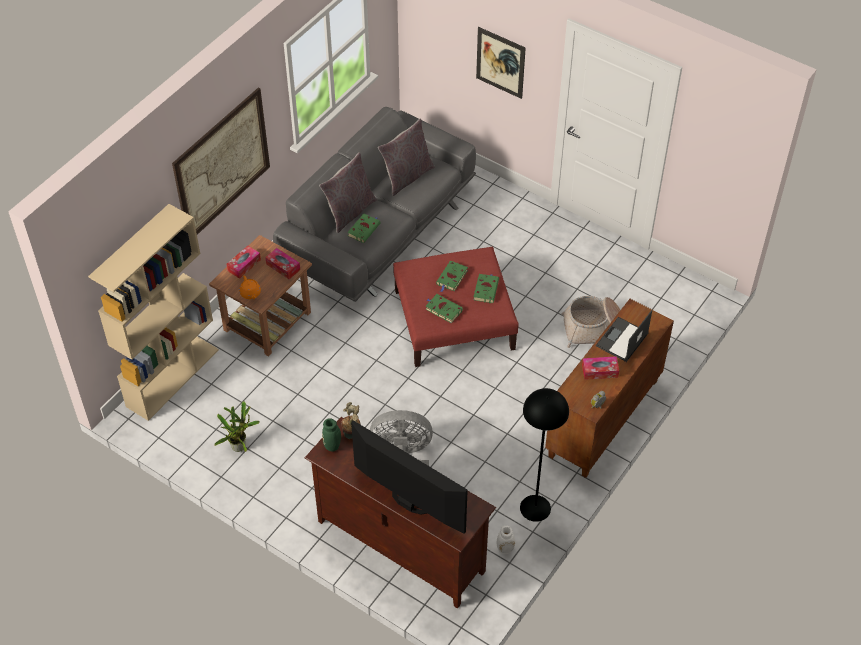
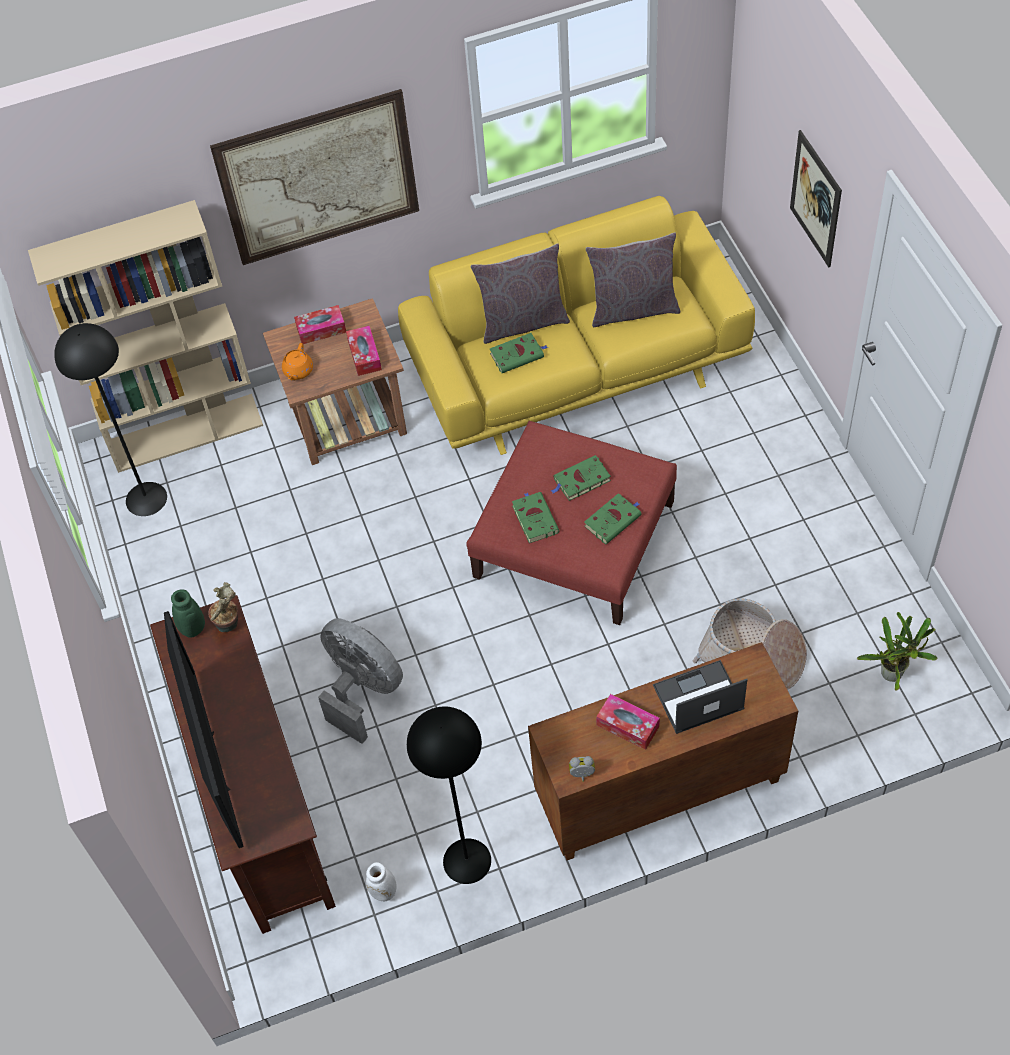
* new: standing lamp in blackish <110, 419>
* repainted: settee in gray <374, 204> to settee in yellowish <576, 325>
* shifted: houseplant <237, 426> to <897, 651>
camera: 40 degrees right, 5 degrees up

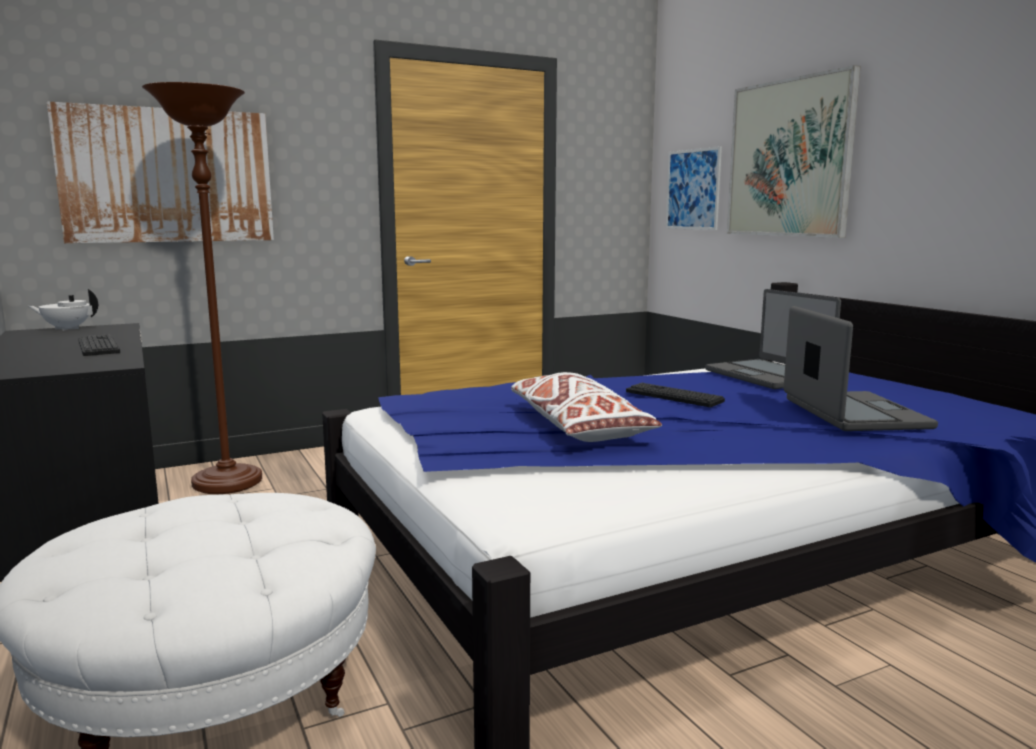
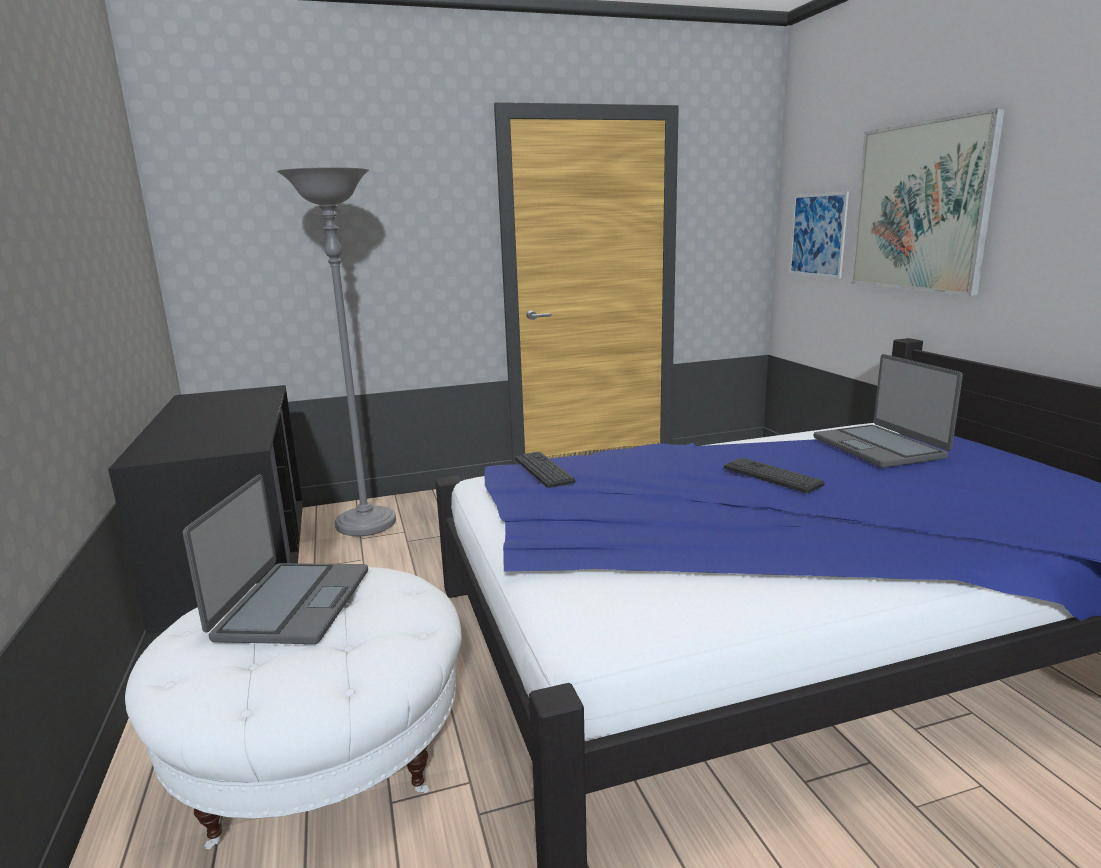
* shifted: portable computer <861, 368> to <275, 559>
* repainted: standing lamp in brown <202, 288> to standing lamp in gray <336, 351>
* shifted: keyboard <99, 345> to <545, 469>
* gone: tea pot in white <63, 310>
* gone: wall art <160, 172>
* gone: pillow in white <586, 407>
camera: 10 degrees right, 5 degrees up

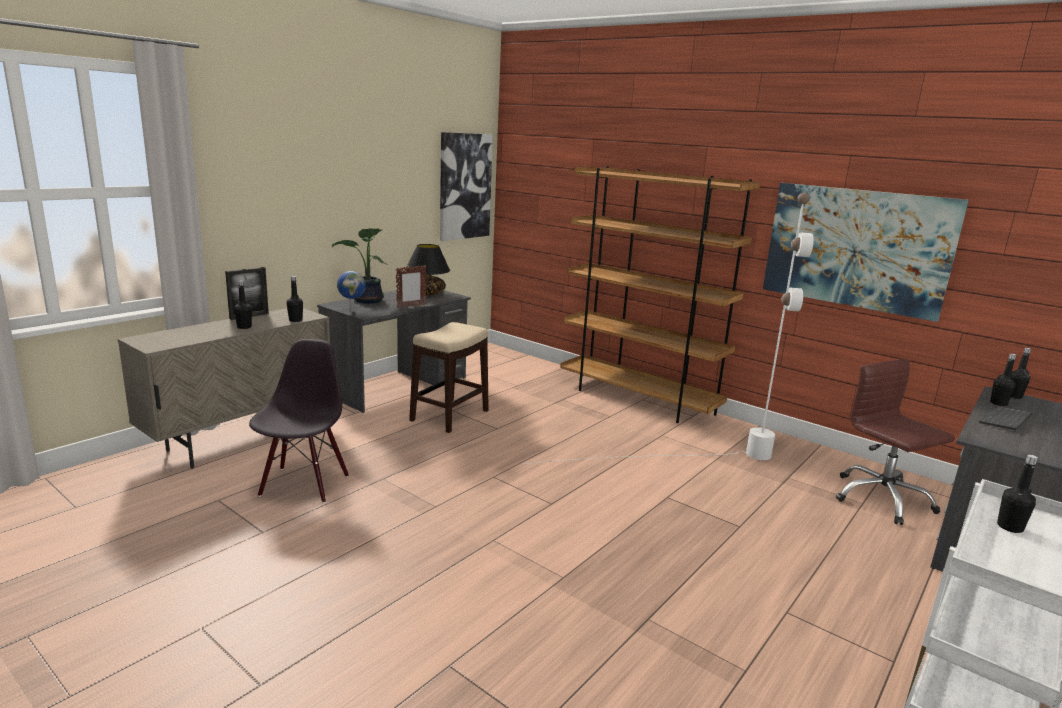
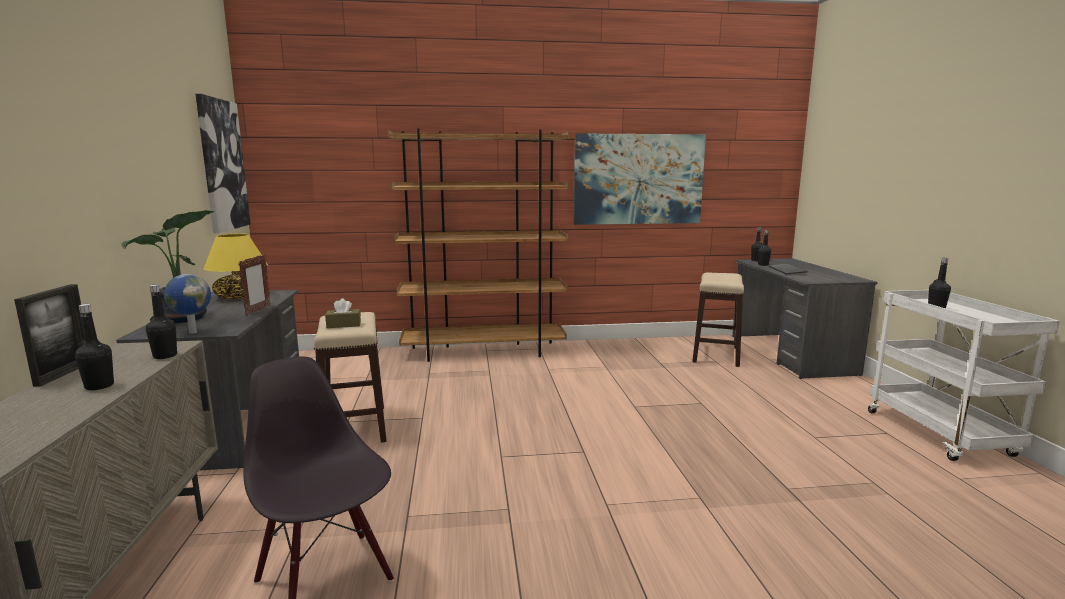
* repainted: table lamp in blackish <428, 269> to table lamp in yellowish <235, 266>
* new: tissue holder in brown <343, 313>
* swapped: office chair in brown <895, 442> to sitting stool <718, 320>
* gone: standing lamp in white <670, 328>
camera: 45 degrees left, 5 degrees down

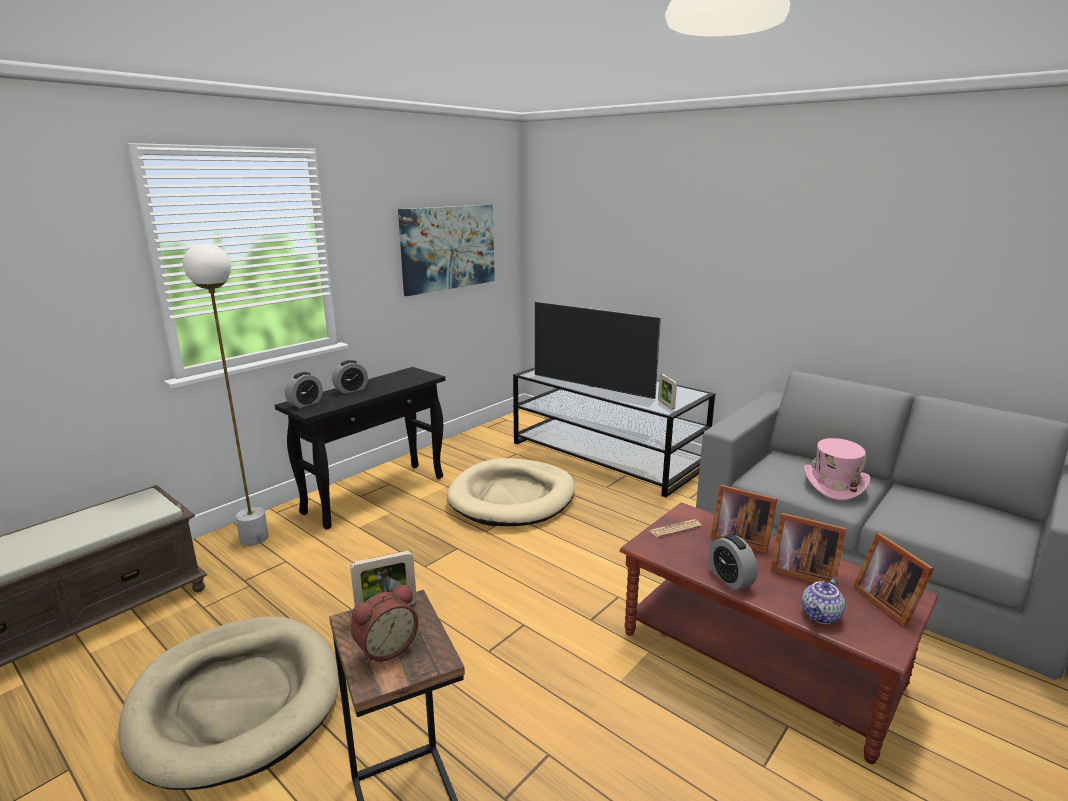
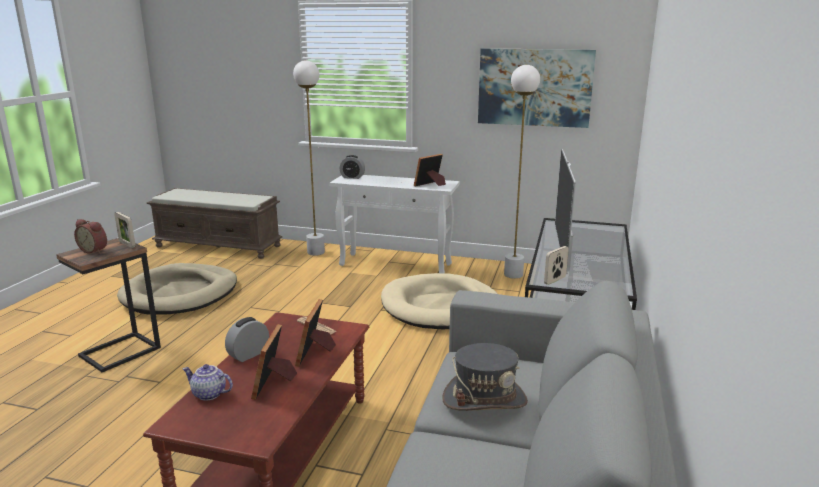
* repainted: console table in blackish <360, 448> to console table in white <394, 224>
* shifted: picture frame <893, 580> to <430, 170>
* repainted: clothing hat in pink-coloured <837, 469> to clothing hat in gray <485, 377>
* new: standing lamp in white <522, 172>
* gone: bedside clock <350, 377>
camera: 65 degrees right, 0 degrees up

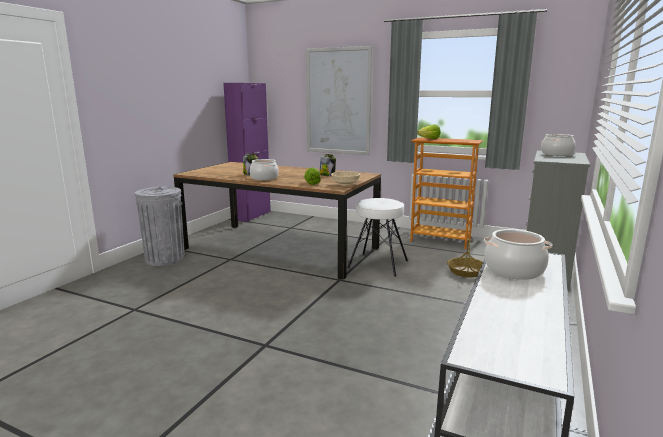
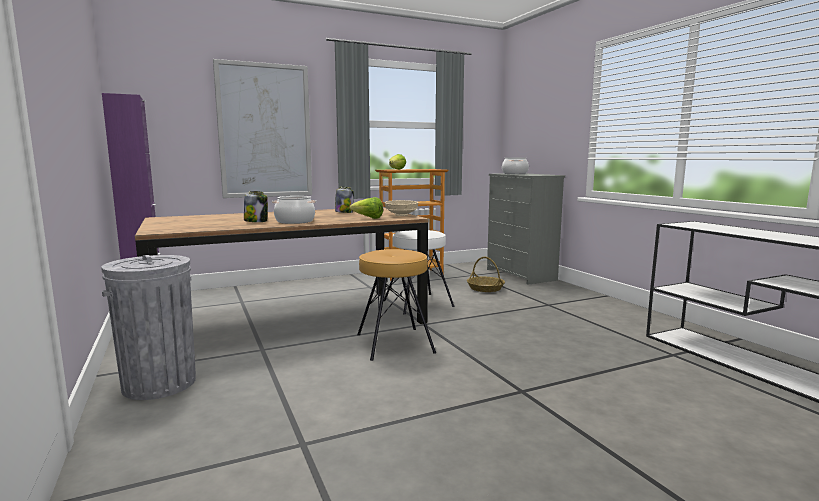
* new: sitting stool in brown <396, 305>
* gone: stockpot <518, 254>
camera: 50 degrees left, 5 degrees down

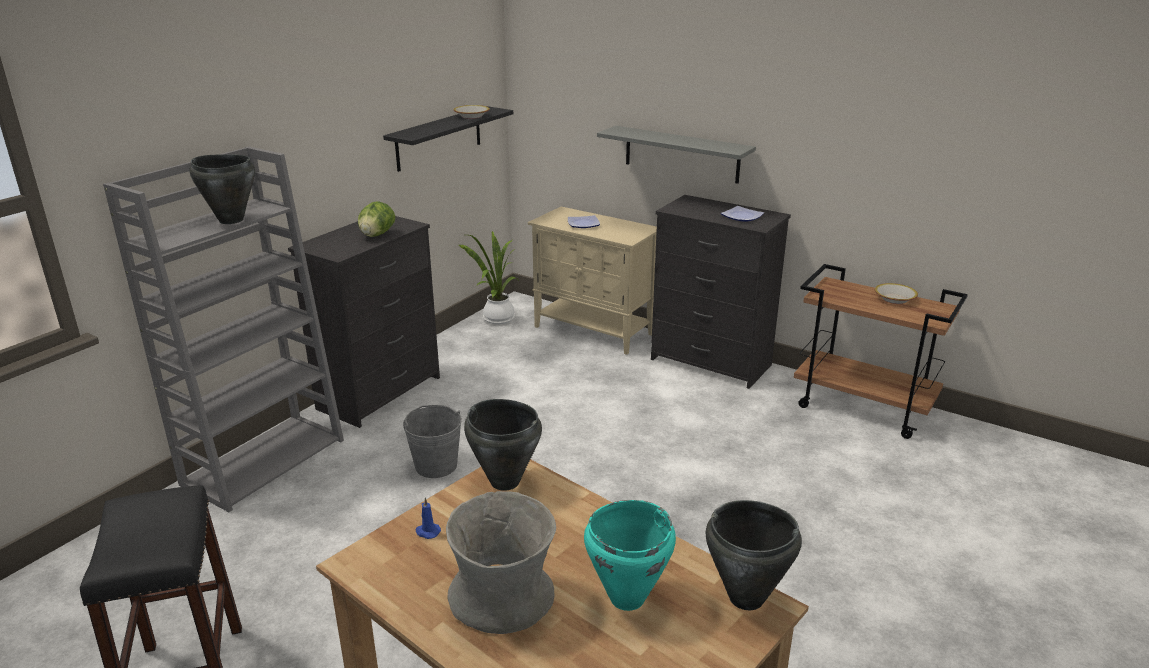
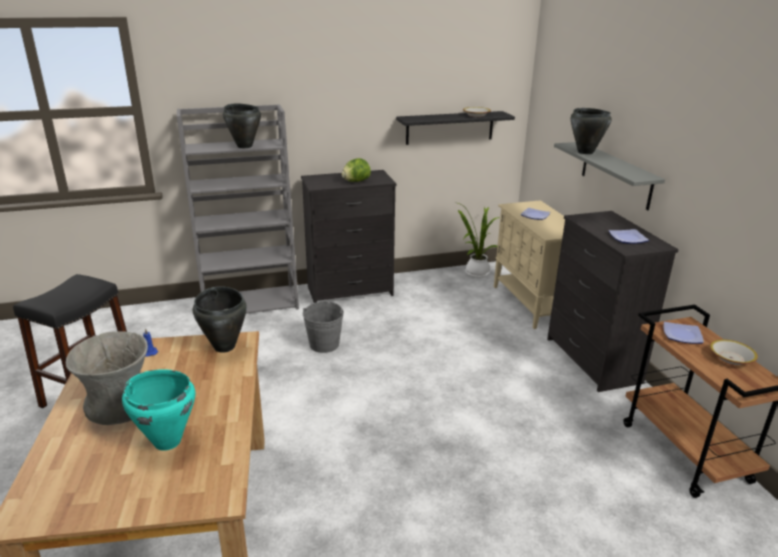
* shifted: stockpot in blackish <754, 555> to <591, 131>
* new: dinner plate <683, 333>
camera: 40 degrees right, 0 degrees up

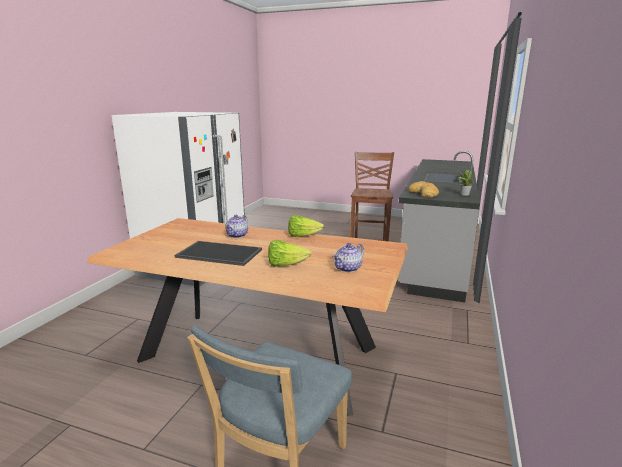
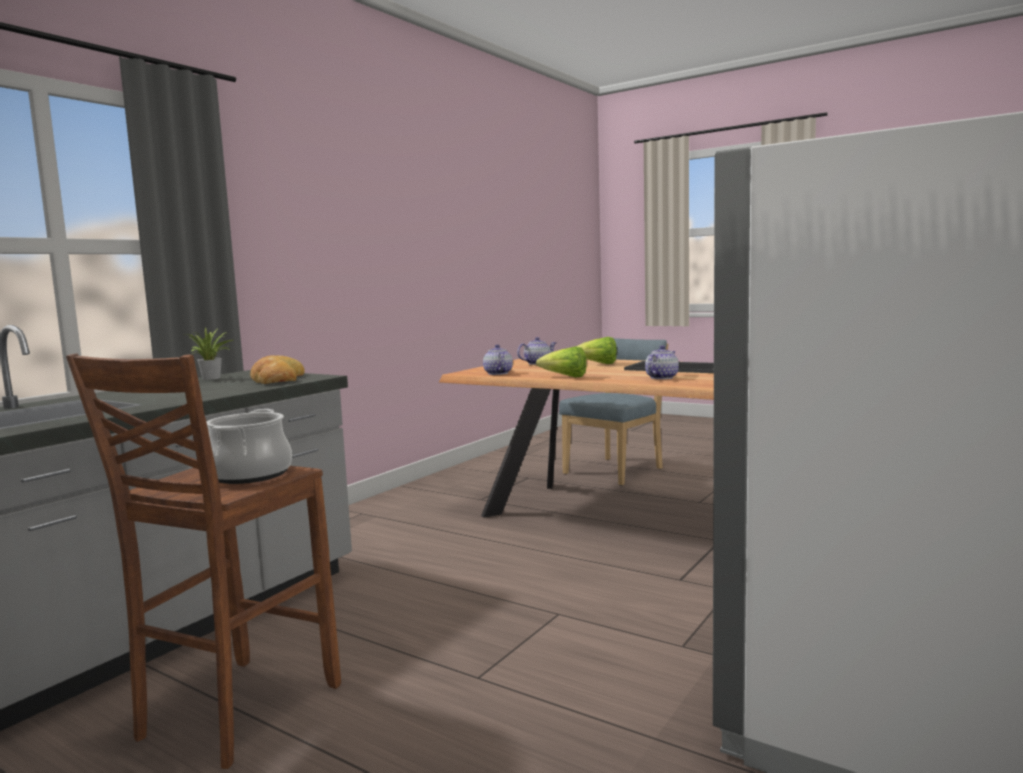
* new: stockpot <249, 446>
* new: tea pot <498, 359>
camera: 165 degrees left, 10 degrees down

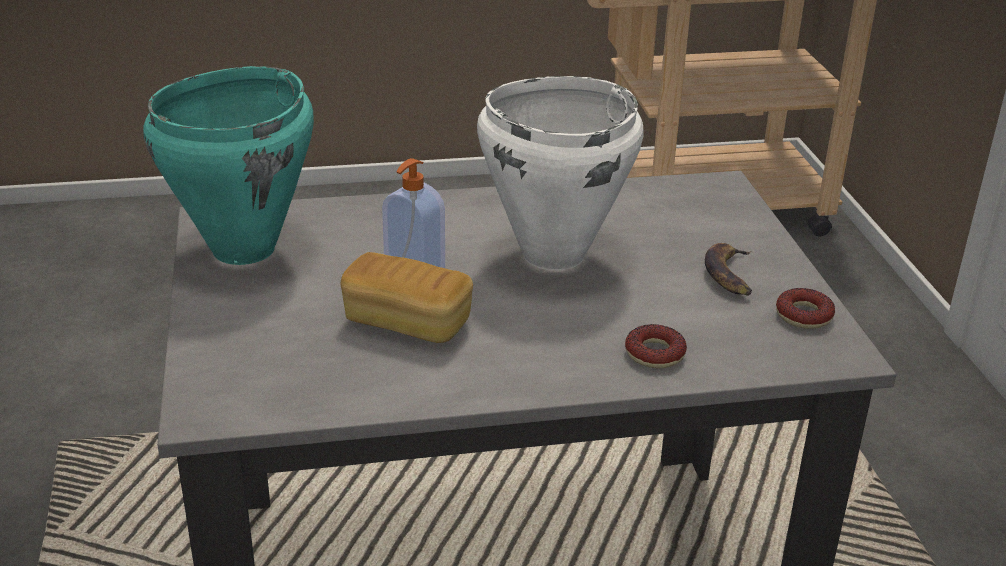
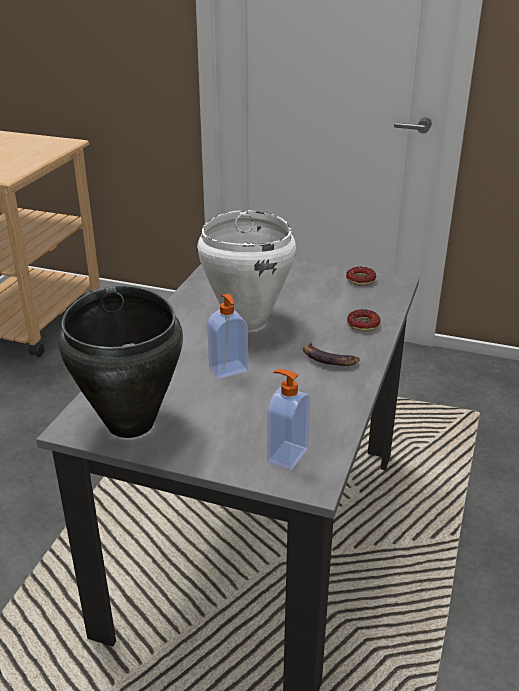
* repainted: stockpot in turquoise <228, 165> to stockpot in blackish <120, 362>
* new: liquid soap bottle <288, 419>
* shifted: banana fruit <728, 269> to <331, 354>
* gone: bakery bread <407, 297>
camera: 60 degrees left, 0 degrees up

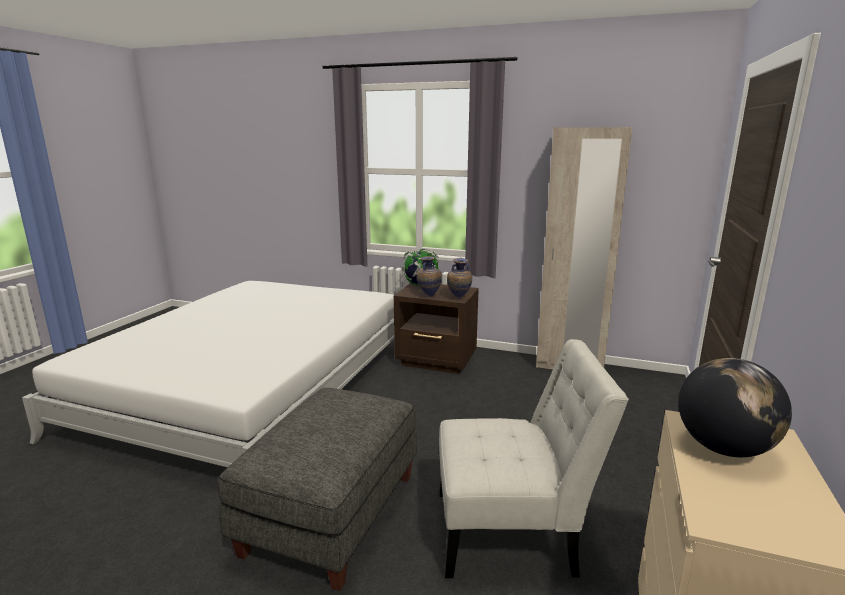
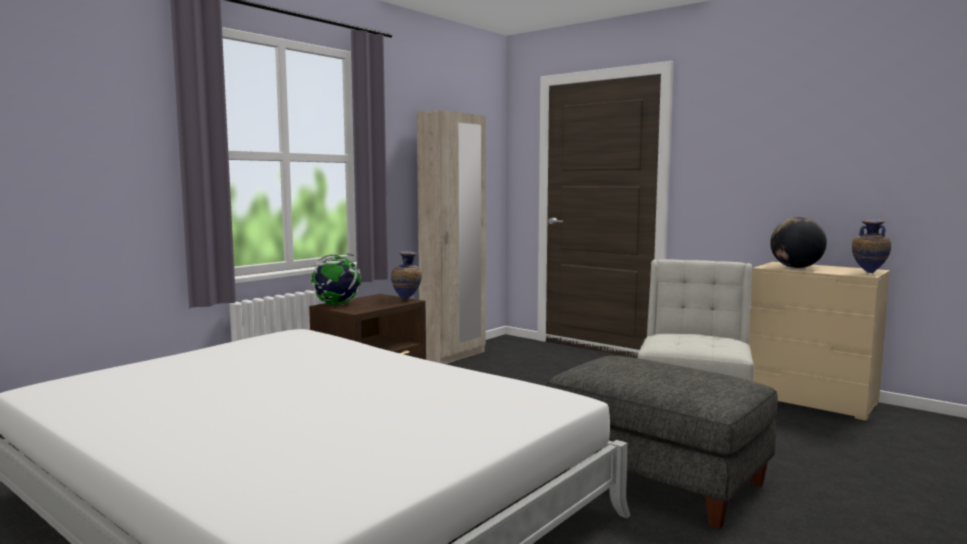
* shifted: flower vase <429, 276> to <871, 246>
camera: 70 degrees left, 10 degrees down

